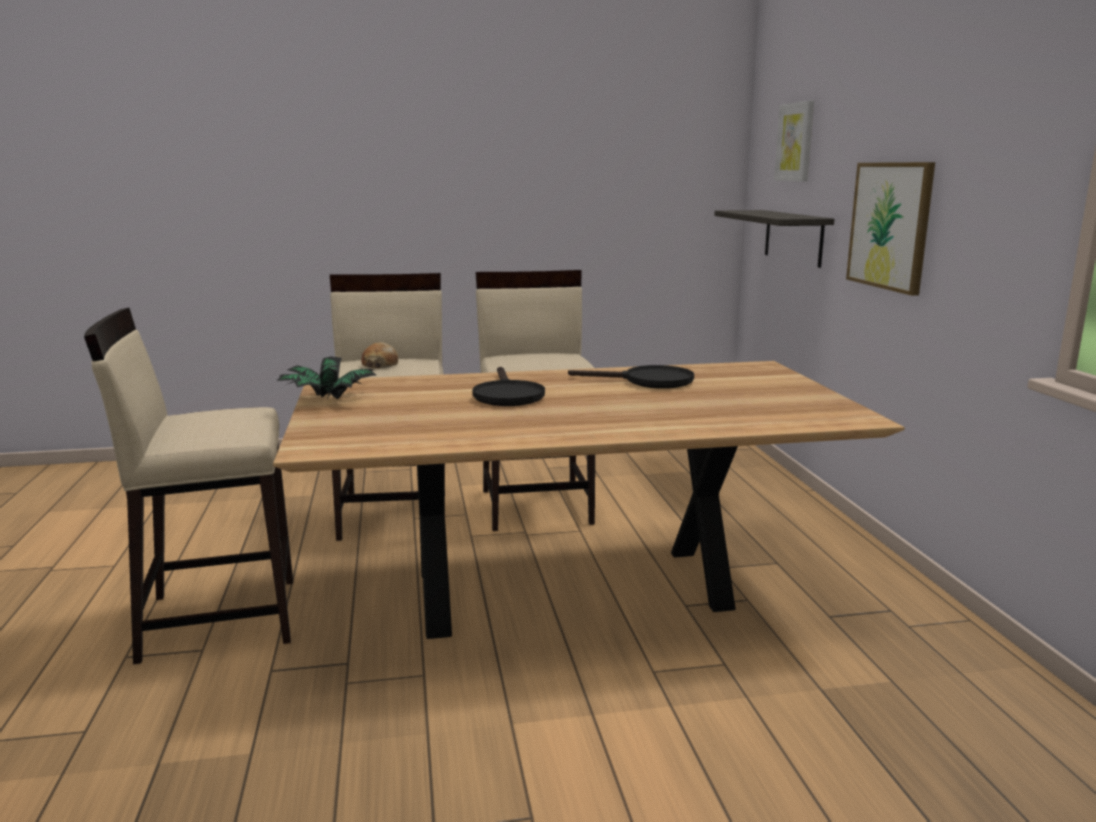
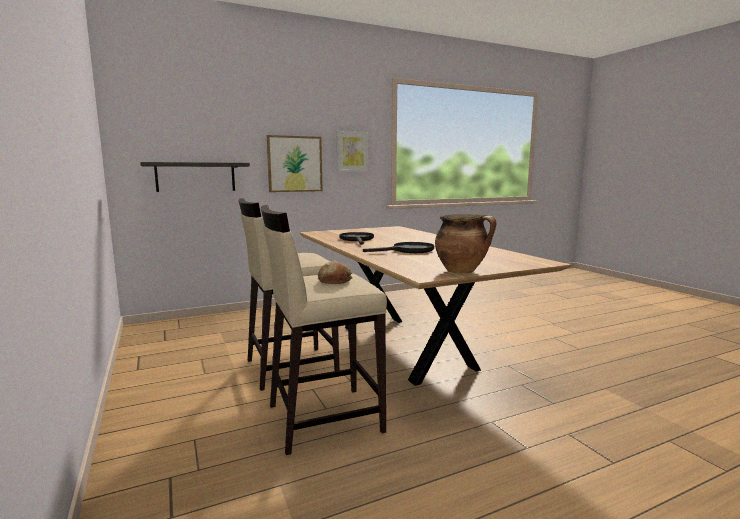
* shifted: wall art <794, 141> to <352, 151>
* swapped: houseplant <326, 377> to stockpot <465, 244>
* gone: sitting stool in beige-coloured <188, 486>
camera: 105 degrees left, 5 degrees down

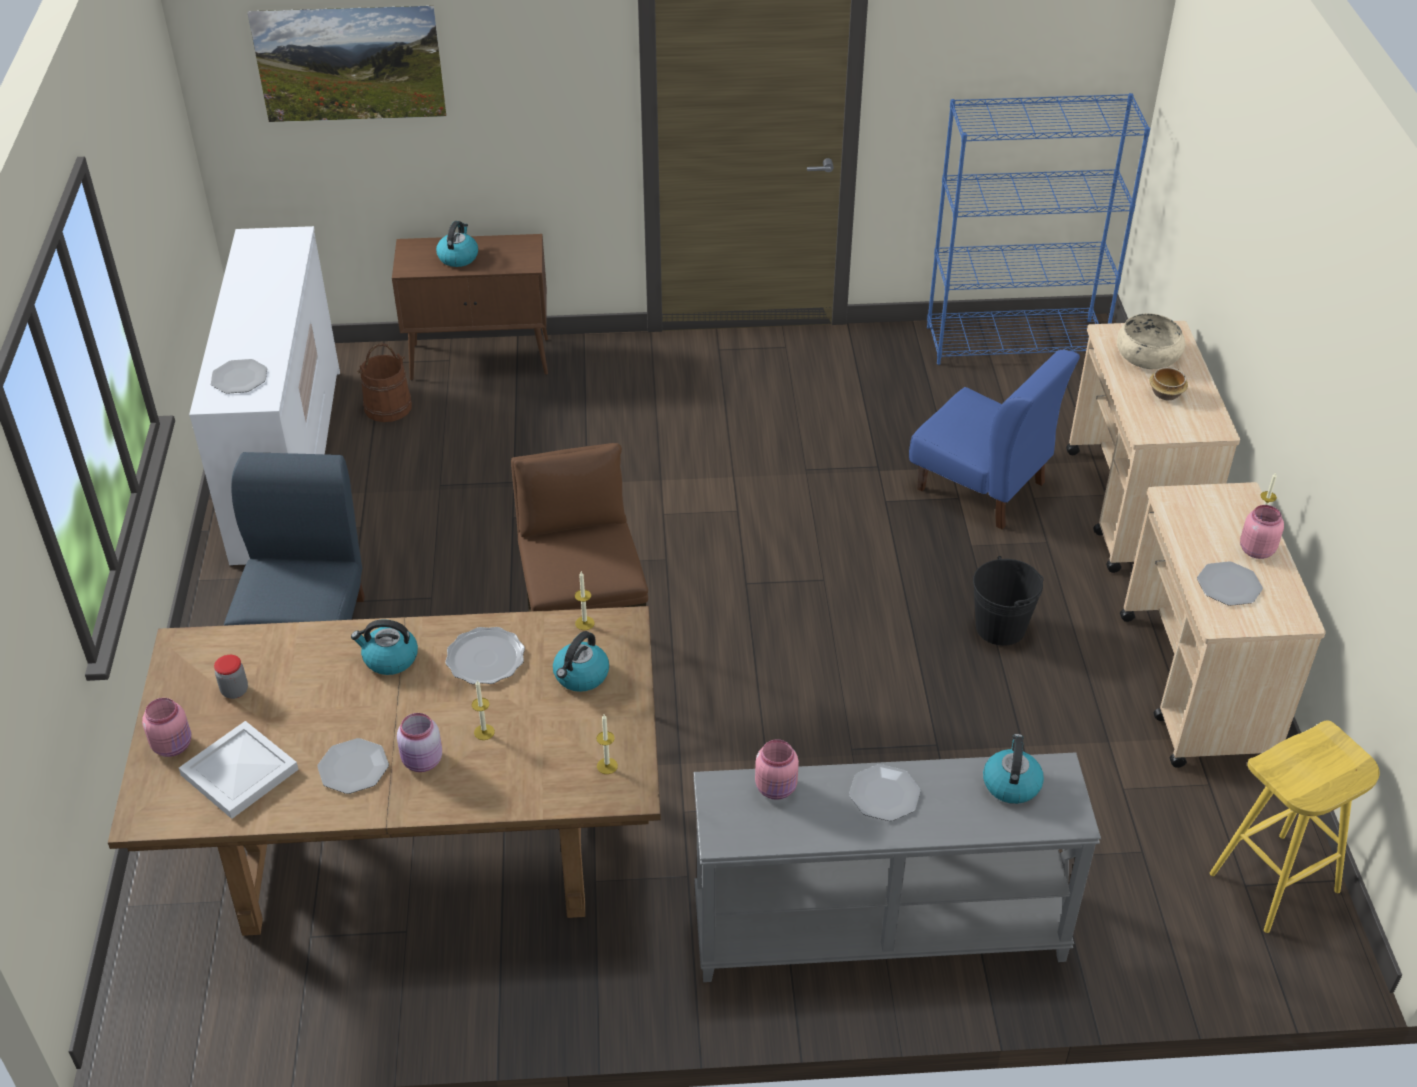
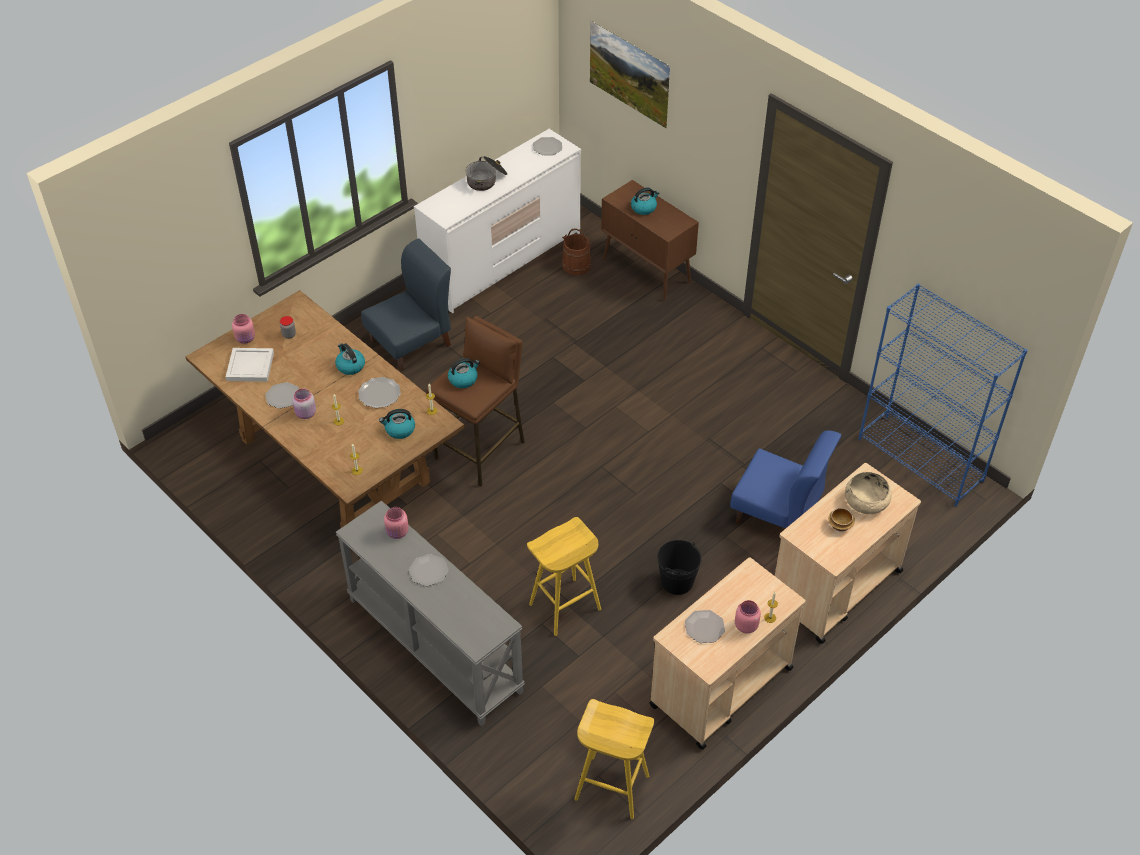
* shifted: kettle <1013, 769> to <464, 373>
* new: stockpot <486, 173>
* new: sitting stool in yellowish <564, 576>
* shifted: dinner plate <239, 376> to <547, 146>
* rotated: upright chair in blue <994, 440> = <786, 479> 60 degrees counterclockwise
camera: 50 degrees right, 5 degrees up

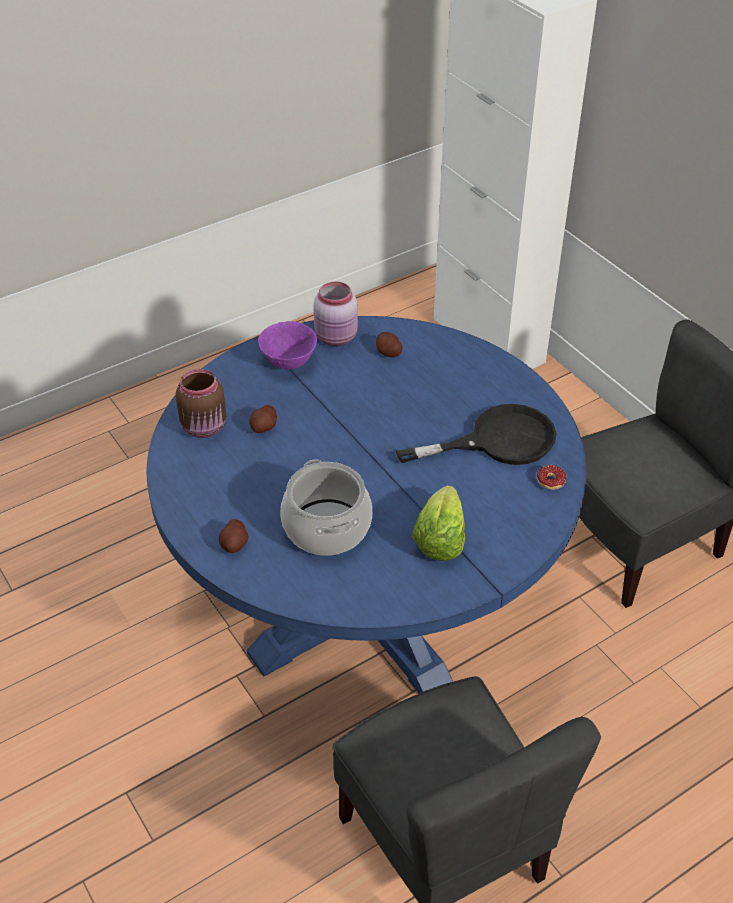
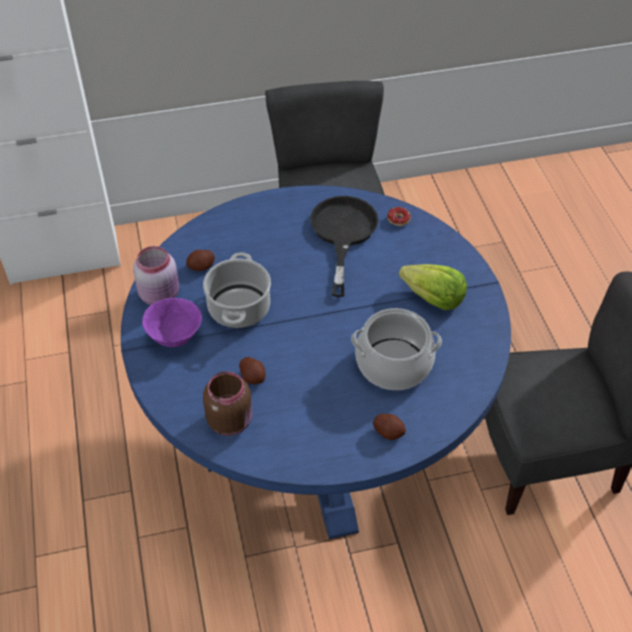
* new: stockpot <237, 290>
camera: 70 degrees left, 5 degrees up

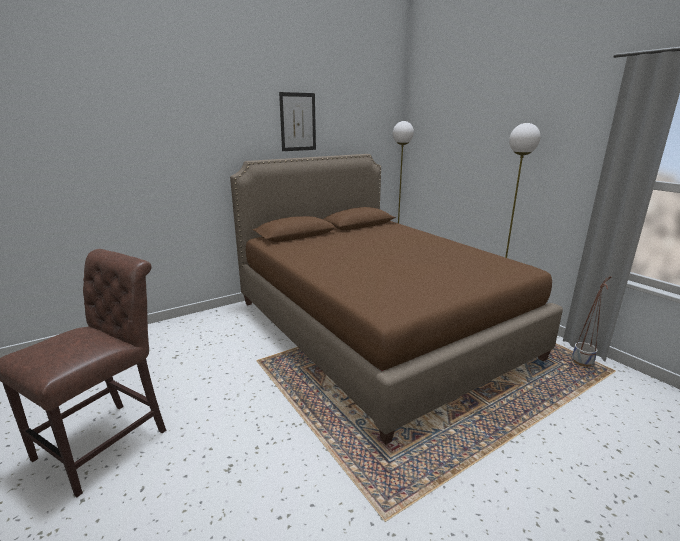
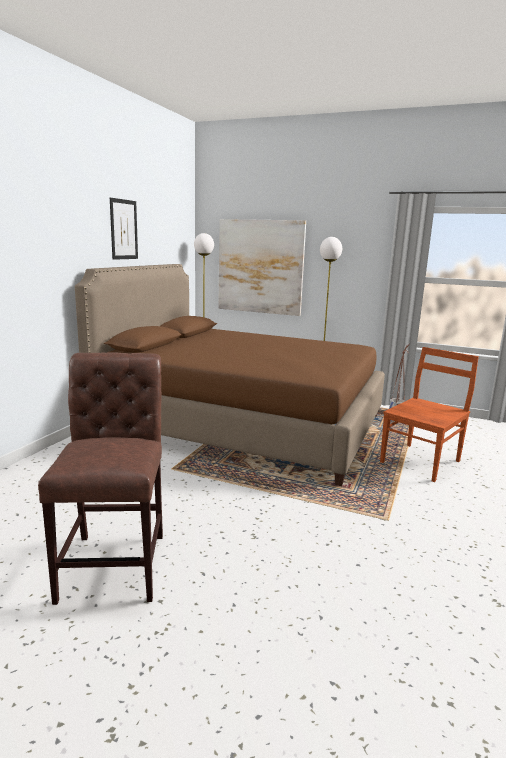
* new: wall art <262, 267>
* new: upright chair in brown <429, 414>
camera: 35 degrees left, 5 degrees down

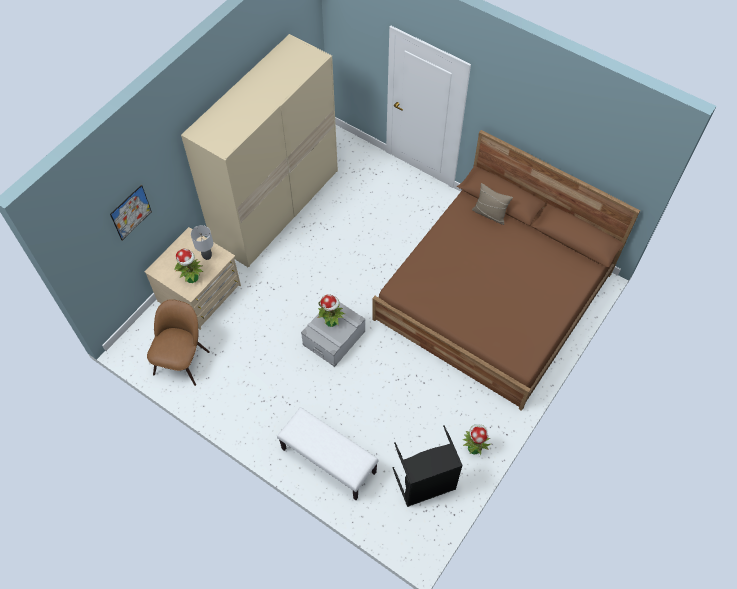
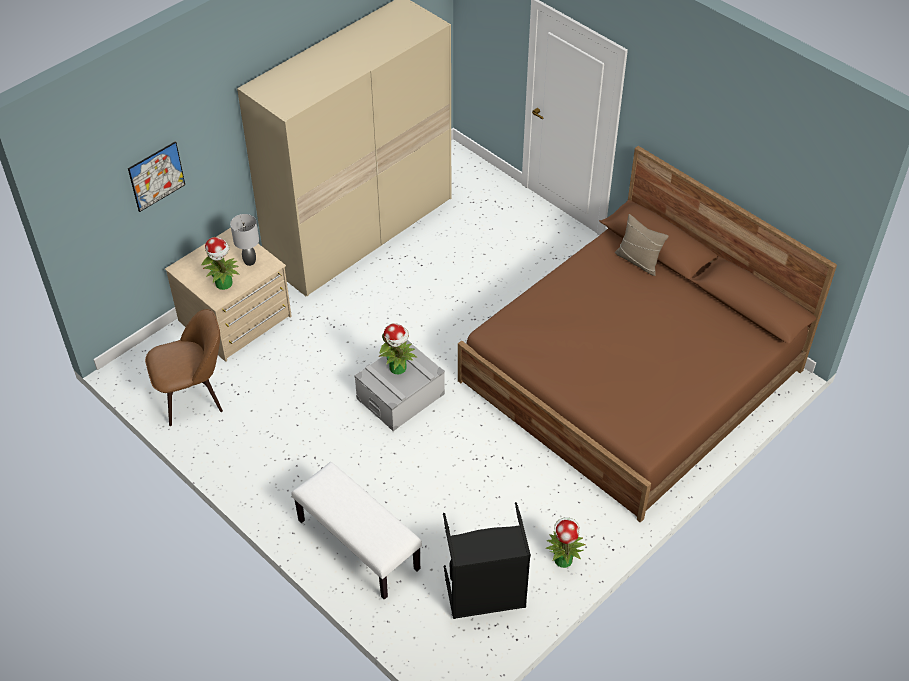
* rotated: upright chair in brown <178, 342> = <184, 367> 45 degrees clockwise
camera: 10 degrees right, 10 degrees down

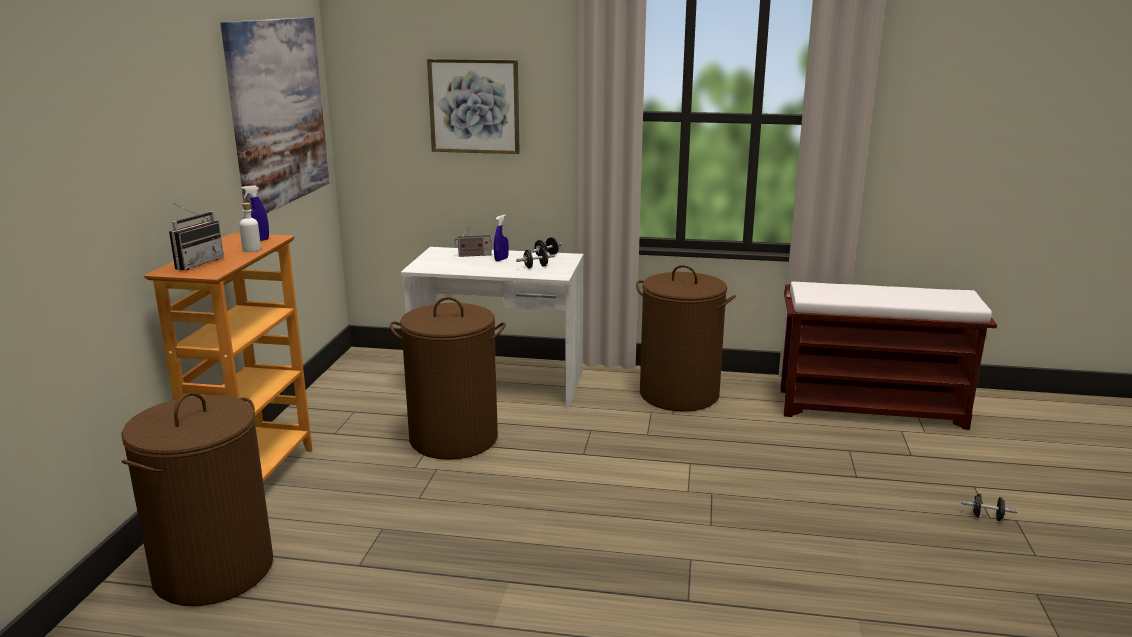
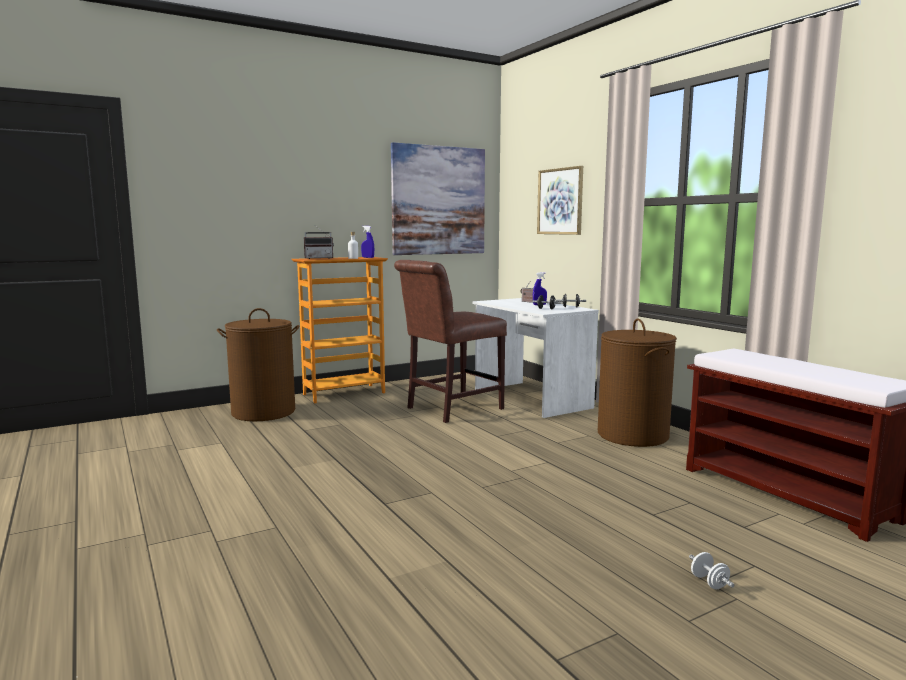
* swapped: washing basket in brown <448, 378> to upright chair in brown <450, 341>
* repainted: dumbbell in blackish <989, 507> to dumbbell in white <711, 570>
camera: 50 degrees right, 10 degrees down

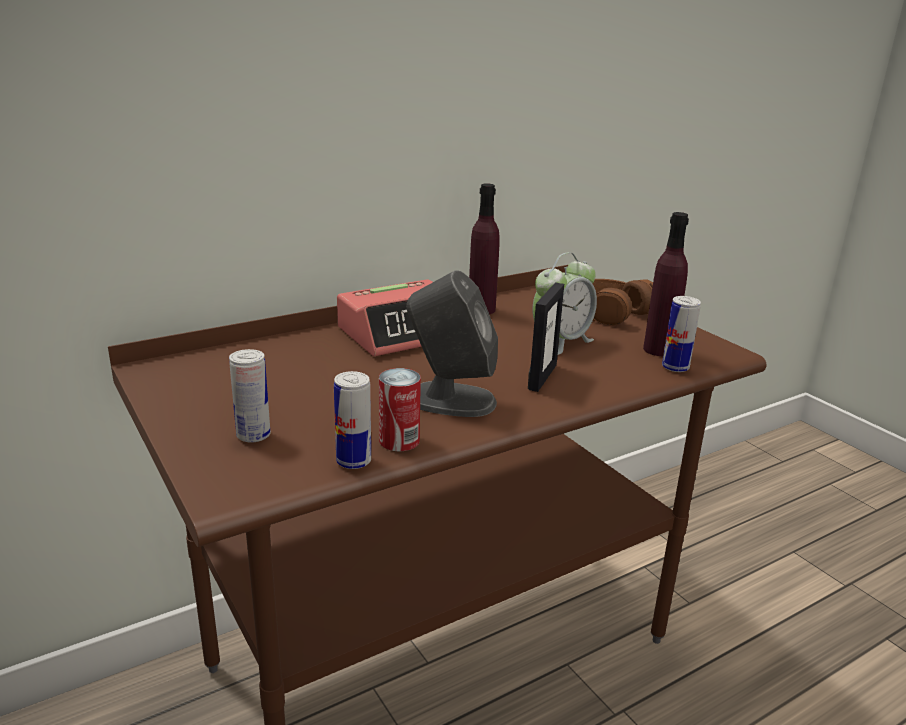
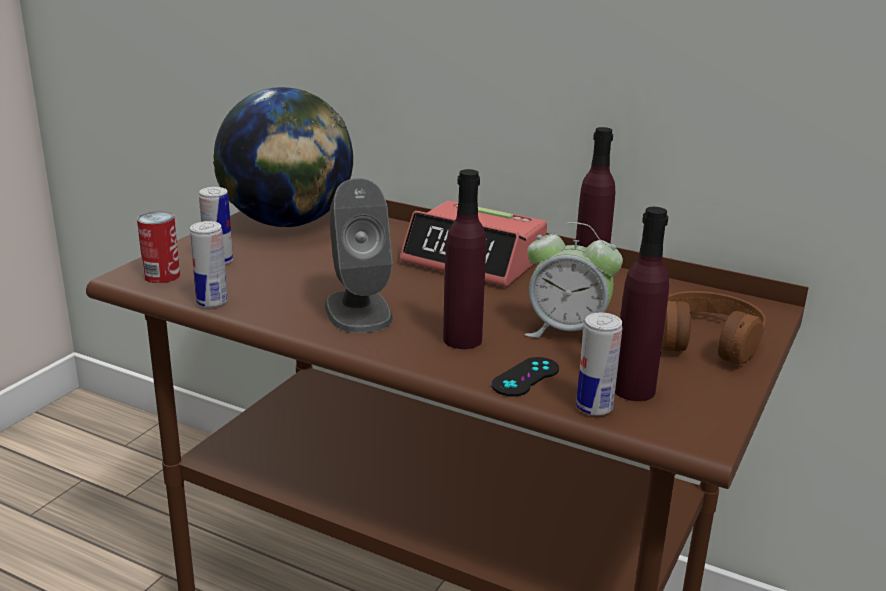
* shifted: can <400, 409> to <158, 247>
* new: globe <283, 157>
* swapped: picture frame <546, 337> to beverage bottle in purplish <464, 259>
* new: joypad in blackish <525, 376>
camera: 60 degrees right, 0 degrees up

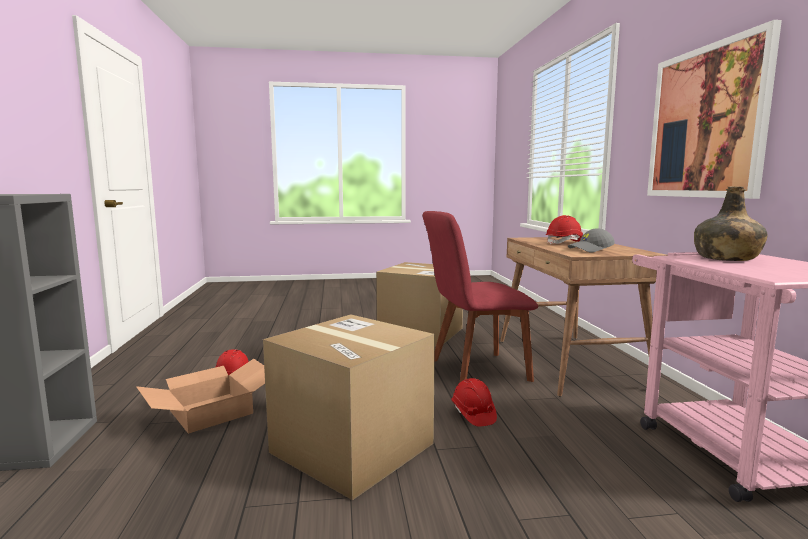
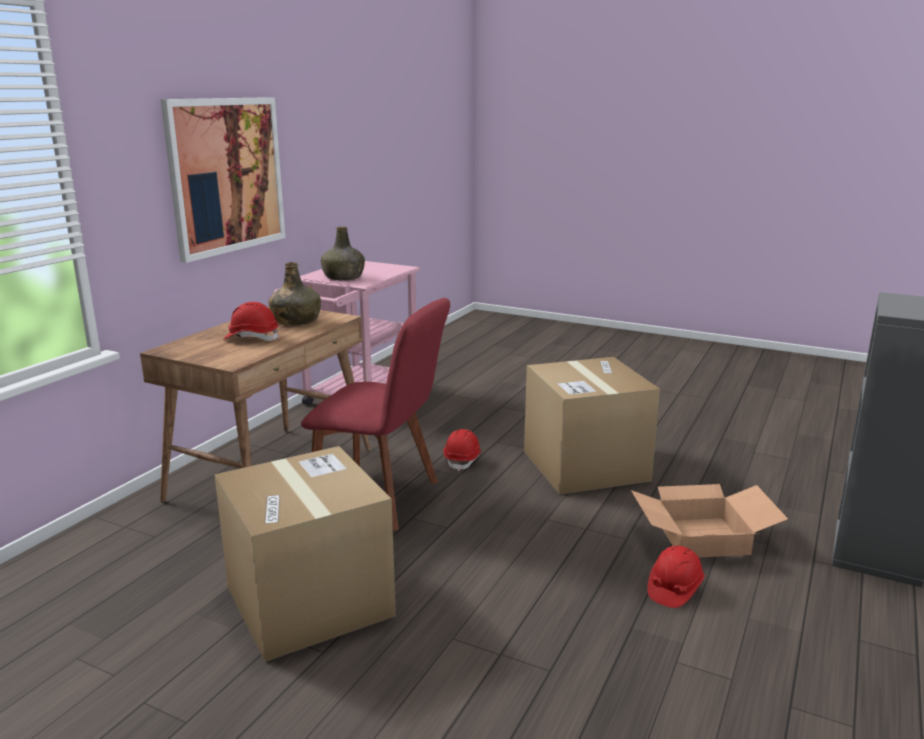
* swapped: baseball cap in gray <591, 240> to beverage bottle in greenish <295, 293>
camera: 145 degrees left, 10 degrees up

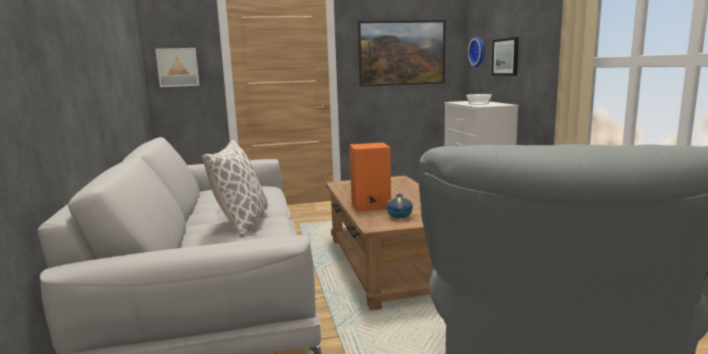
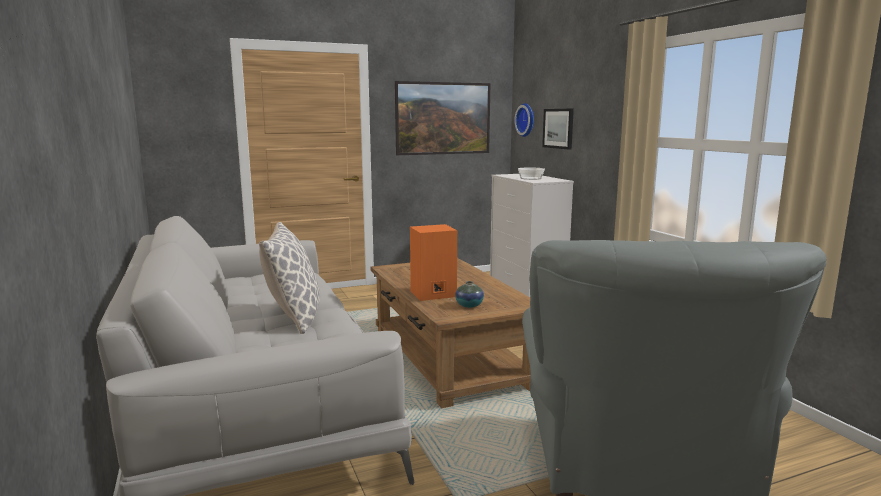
* gone: wall art <177, 67>
camera: 10 degrees left, 0 degrees up

